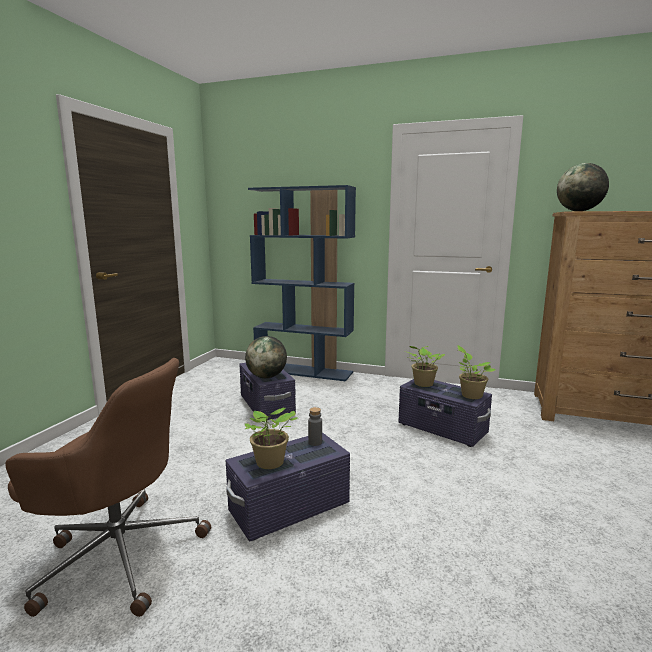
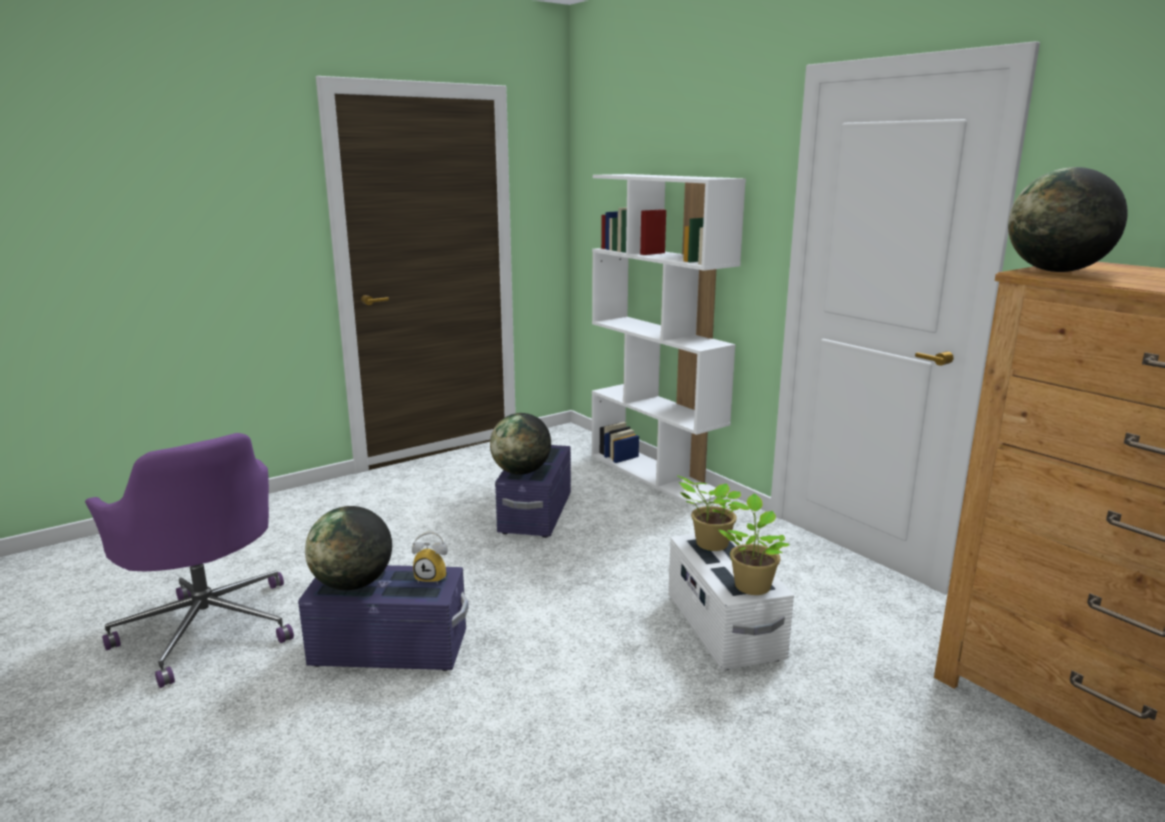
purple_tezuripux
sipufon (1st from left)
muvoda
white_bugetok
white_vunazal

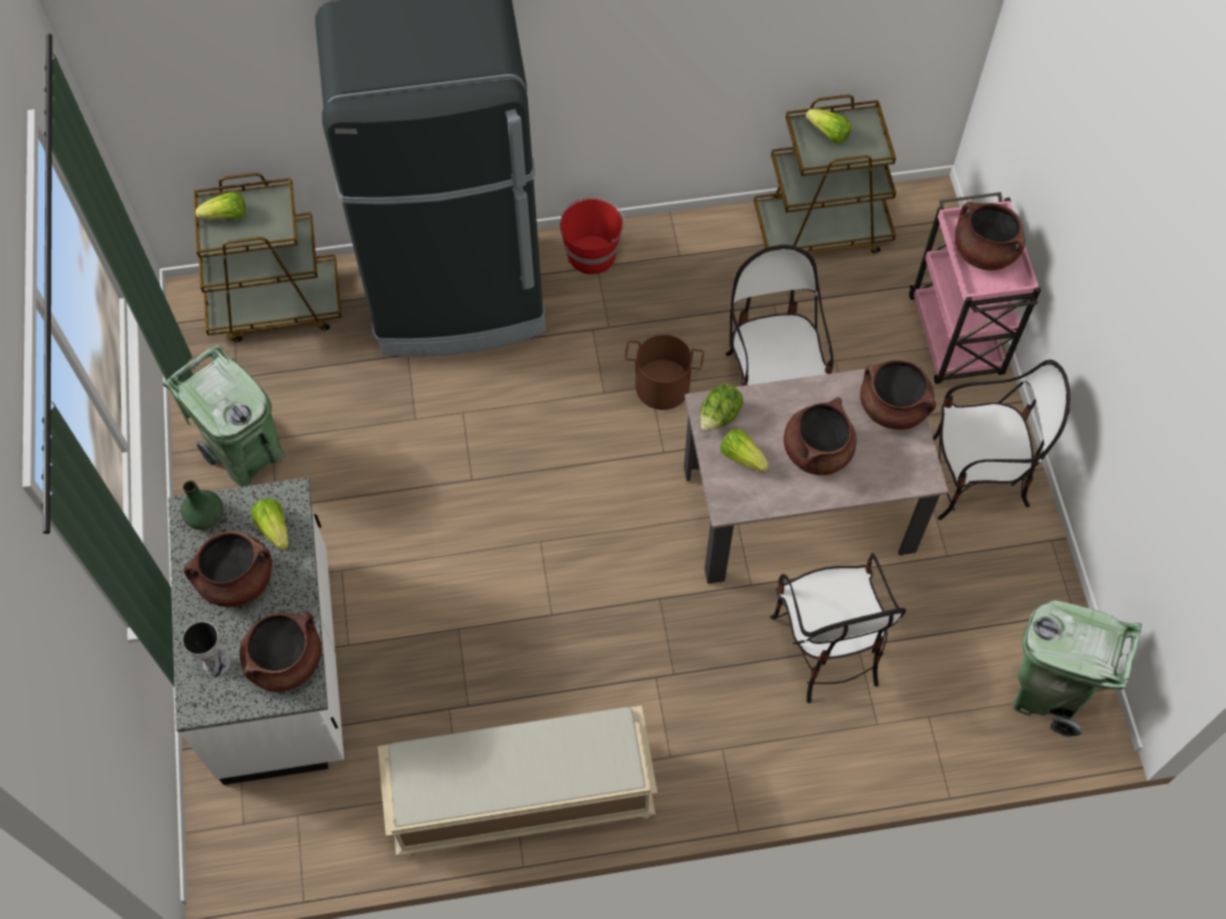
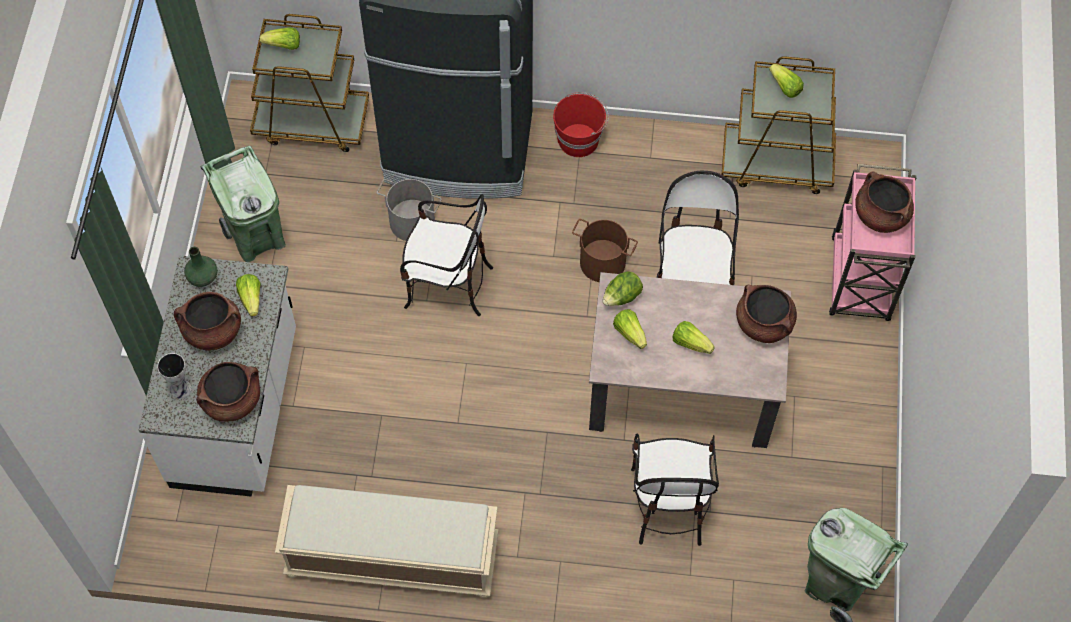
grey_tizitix
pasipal (1st from left)
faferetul (5th from left)

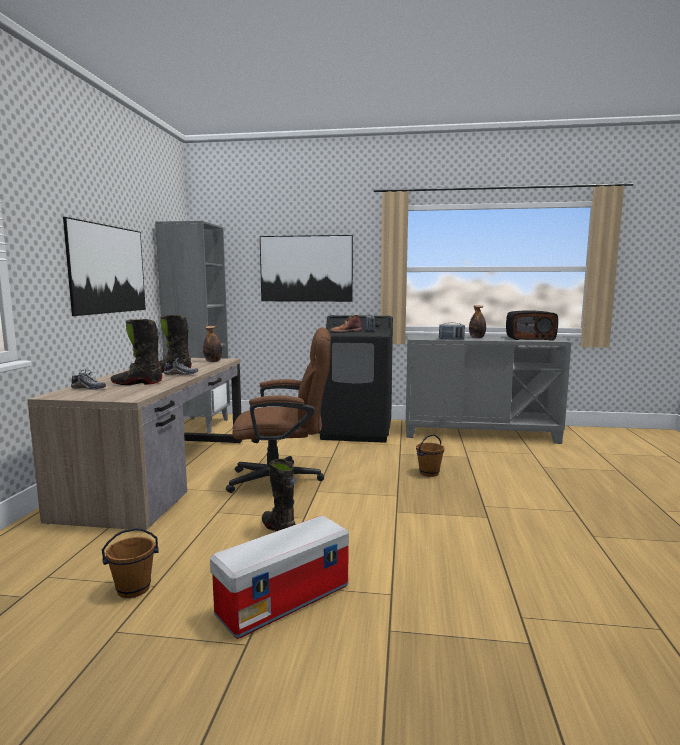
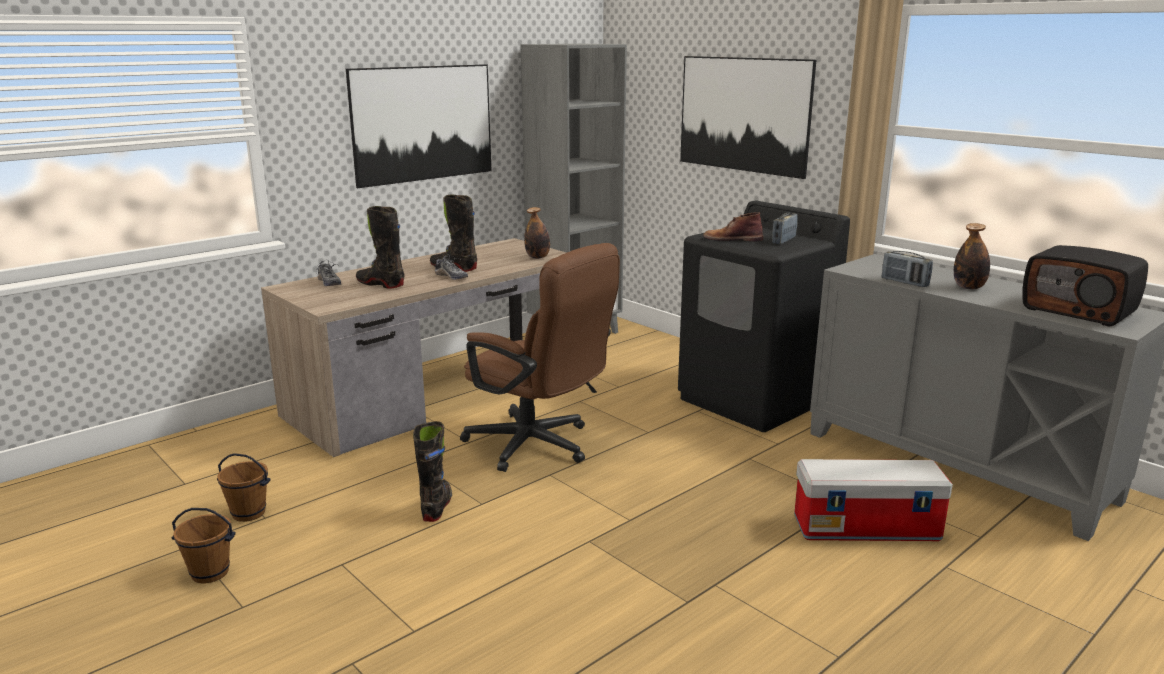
brown_tizitix (1st from left)
vunazal

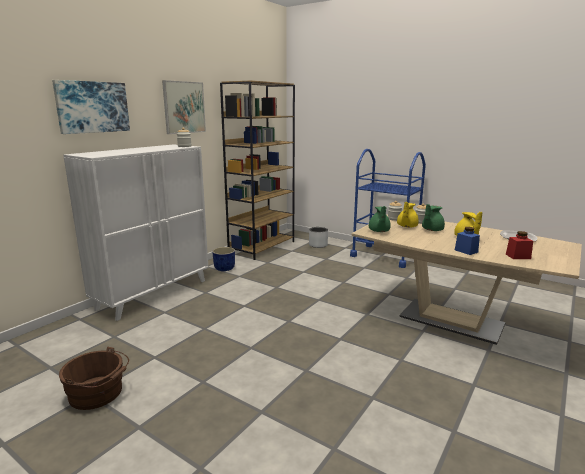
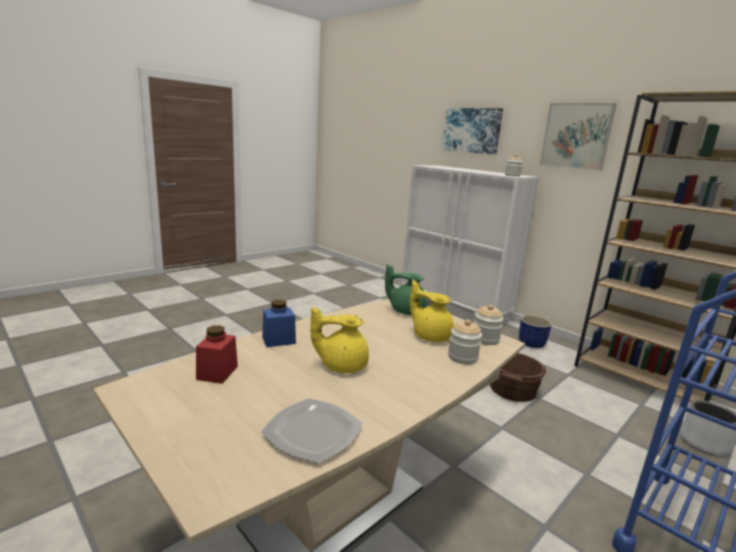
brown_tizitix
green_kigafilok (2nd from left in the first image)

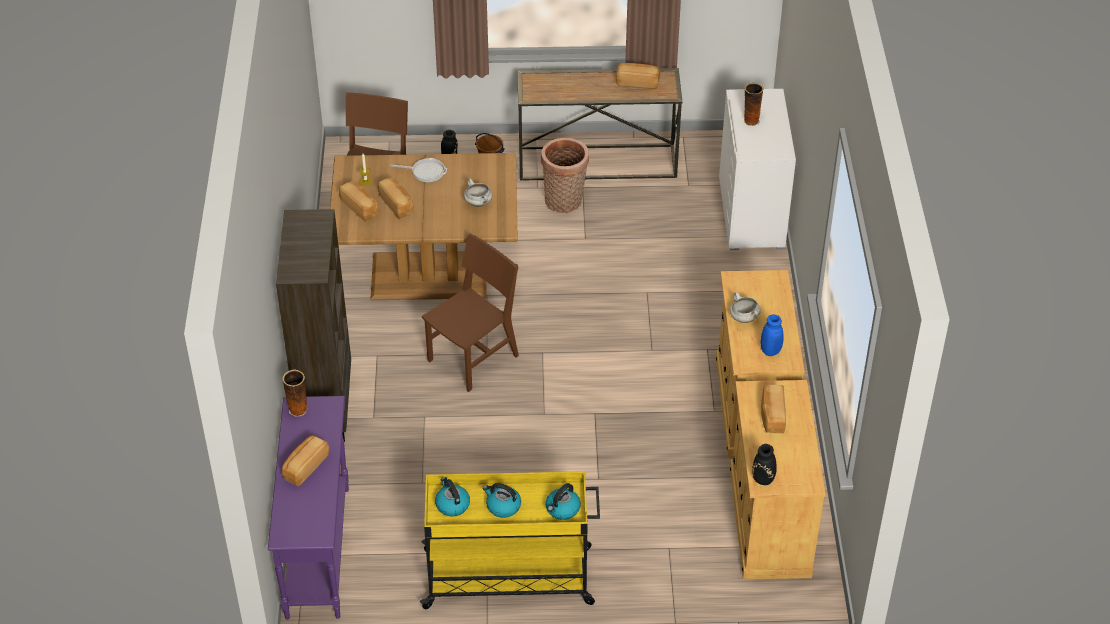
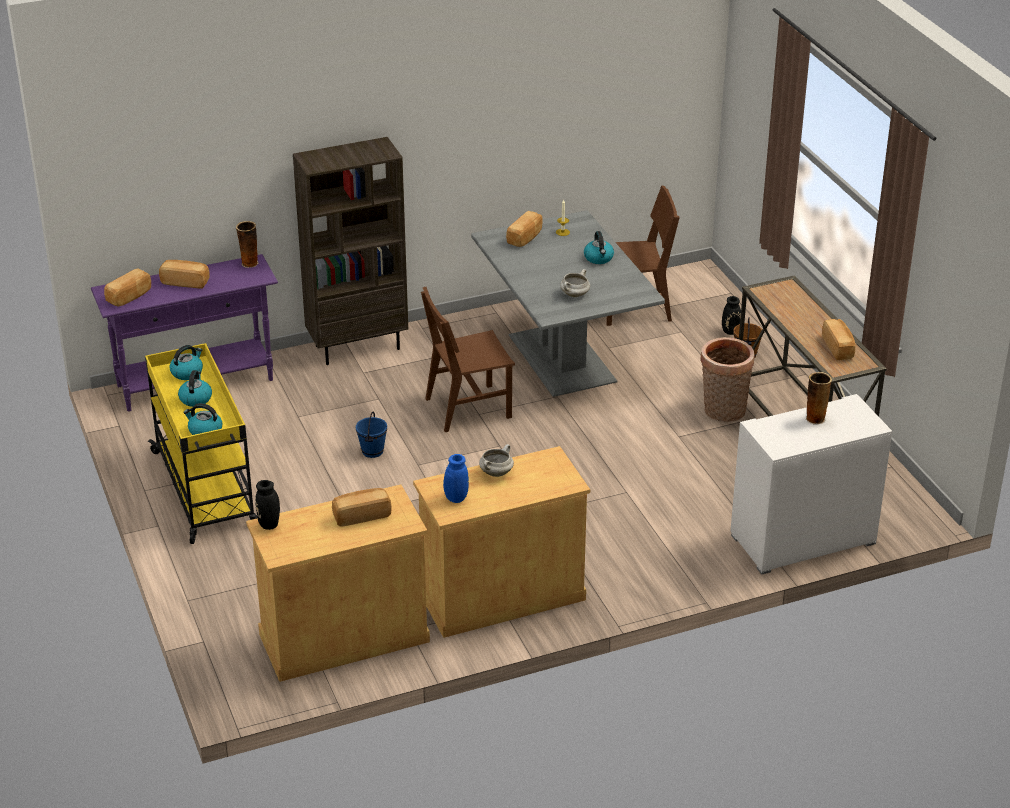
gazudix (1st from left)
blue_tizitix
brown_pasipal (1st from left)
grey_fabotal
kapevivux (4th from left)

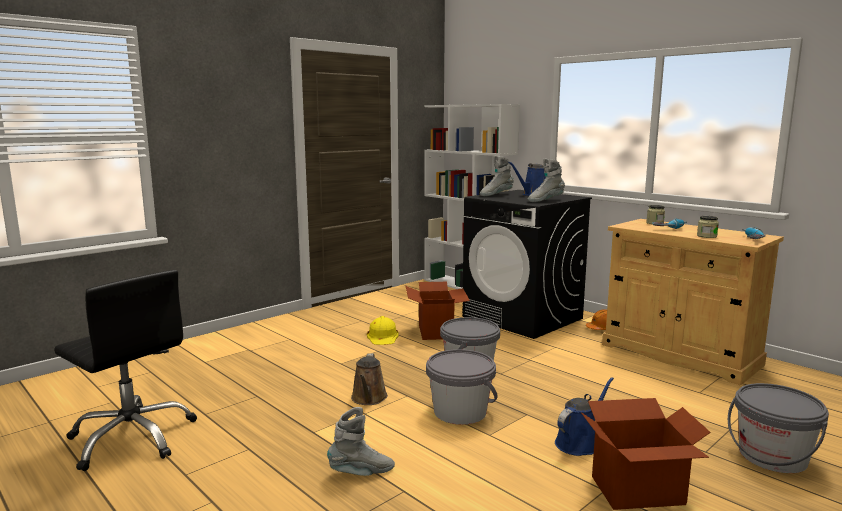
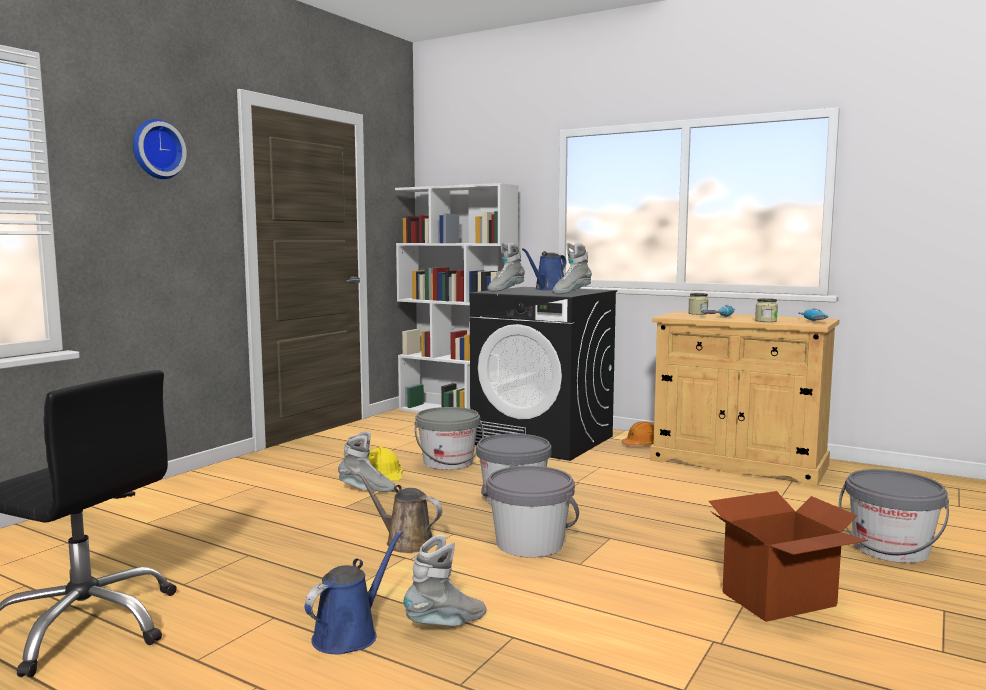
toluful
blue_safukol (1st from left)
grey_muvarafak (1st from left)
brown_safukol
grey_tizitix (1st from left)

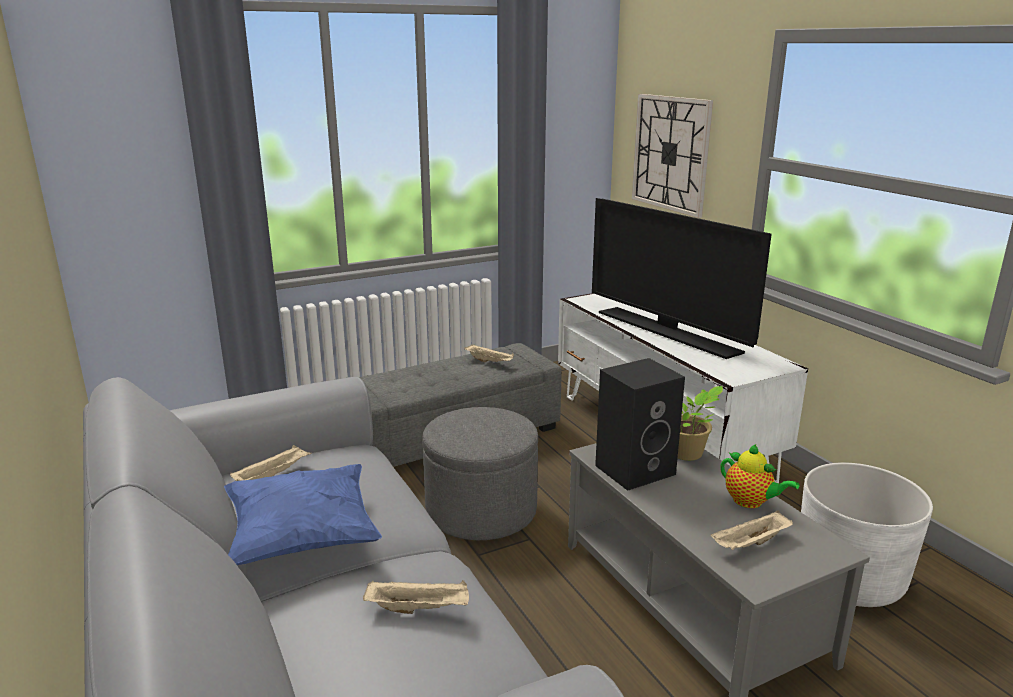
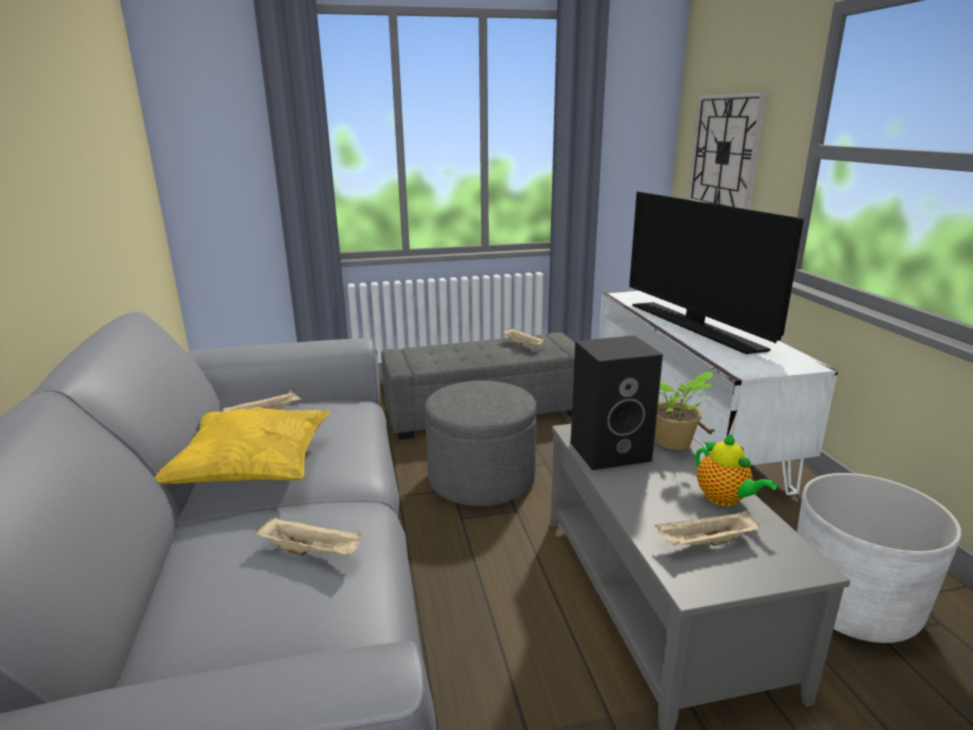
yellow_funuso

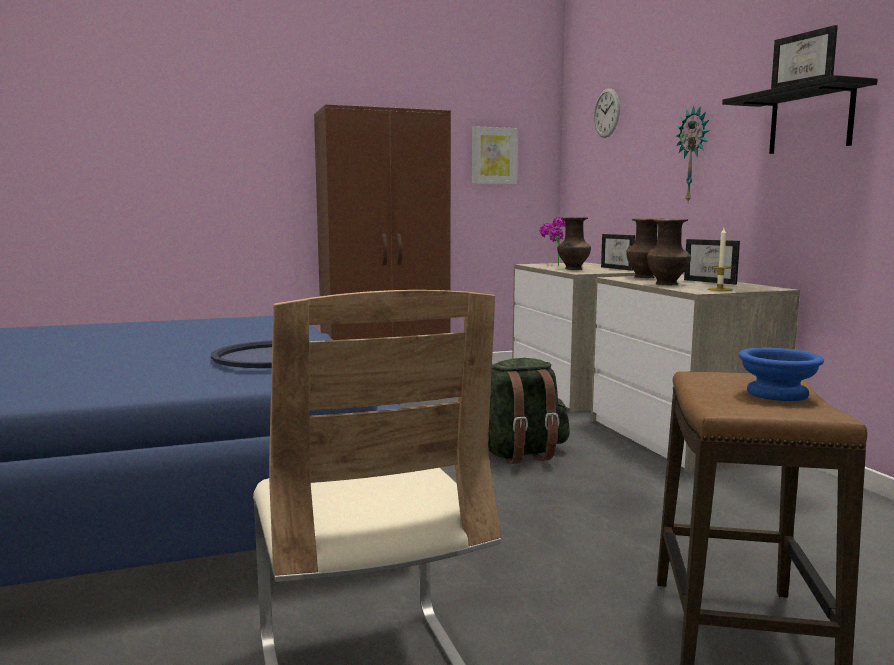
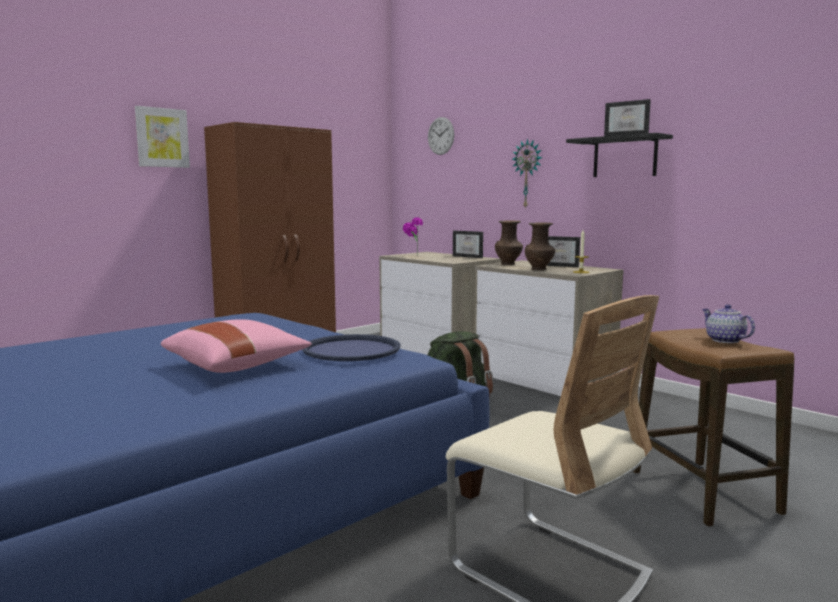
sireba
pink_funuso
kigafilok
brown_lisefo (1st from left in the first image)

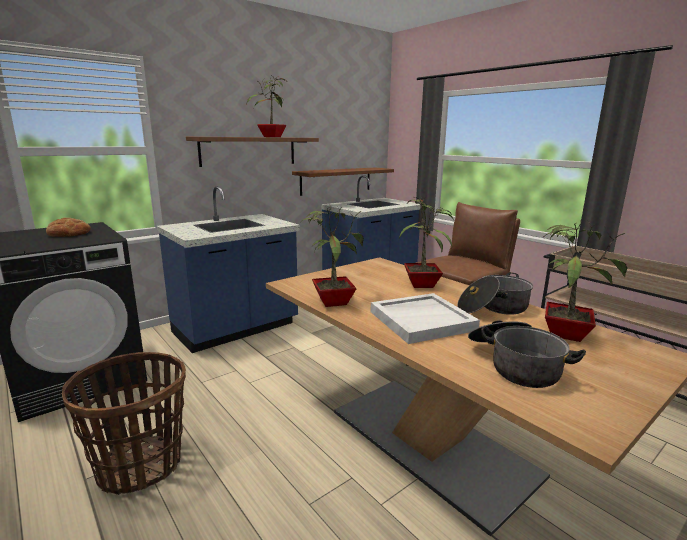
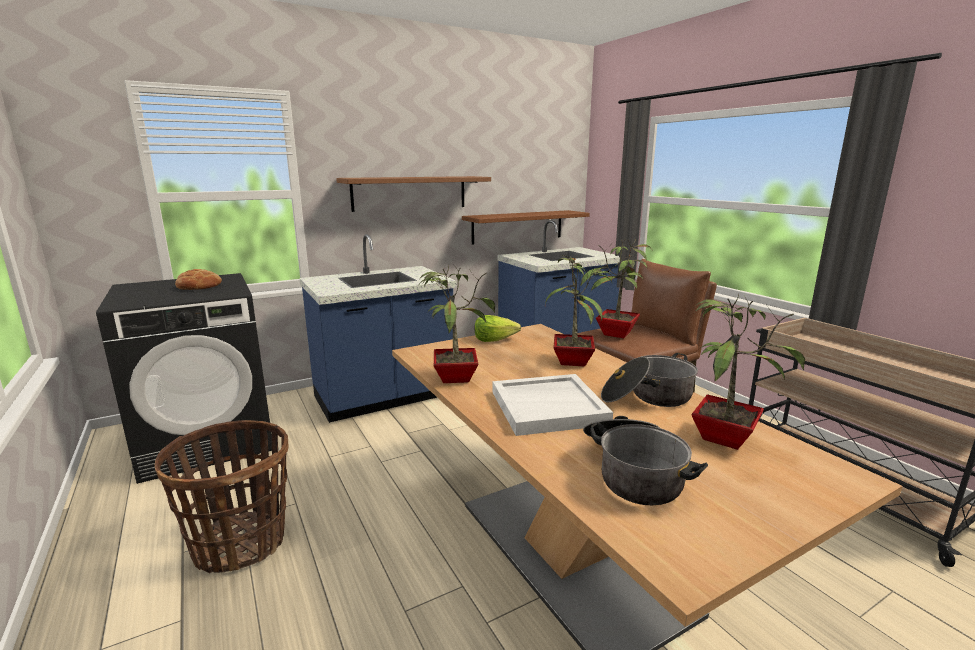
faferetul
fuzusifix (3rd from left)

